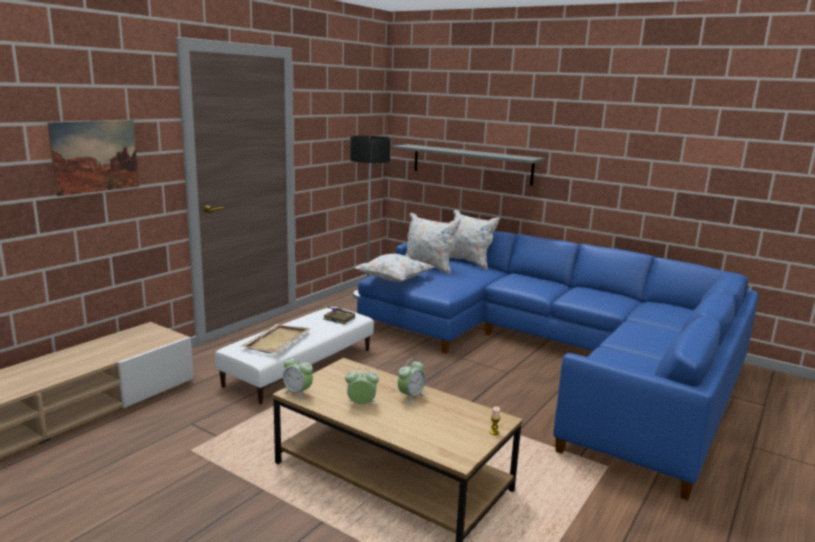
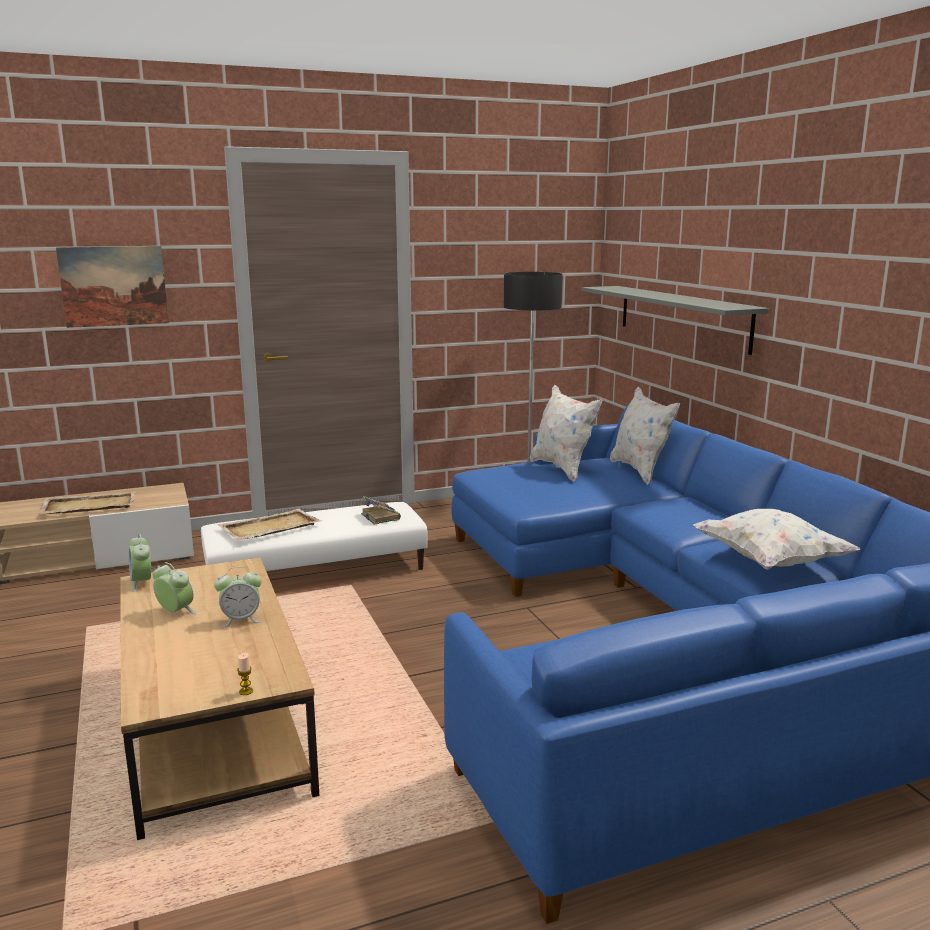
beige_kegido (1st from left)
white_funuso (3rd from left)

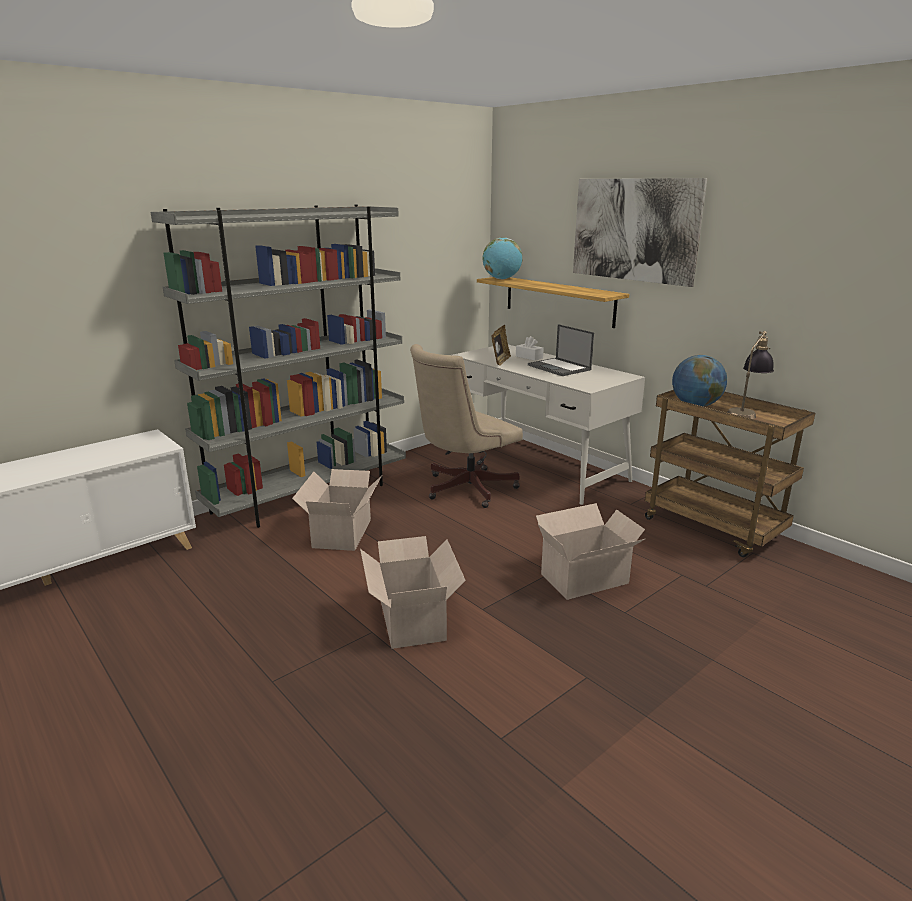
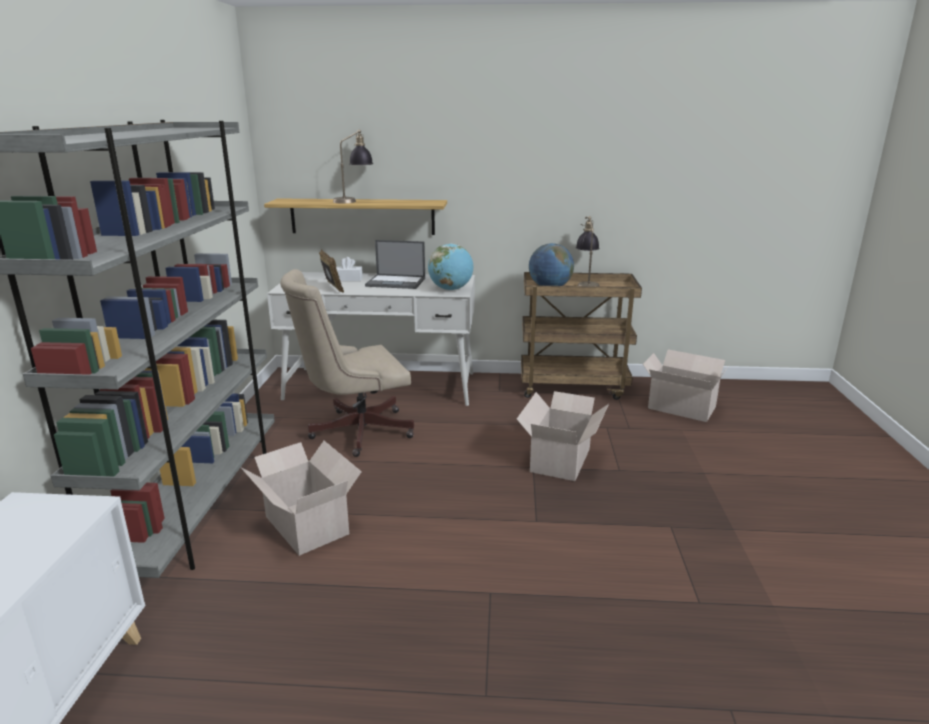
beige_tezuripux
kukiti (1st from left)
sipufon (1st from left)
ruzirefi (3rd from left)
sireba

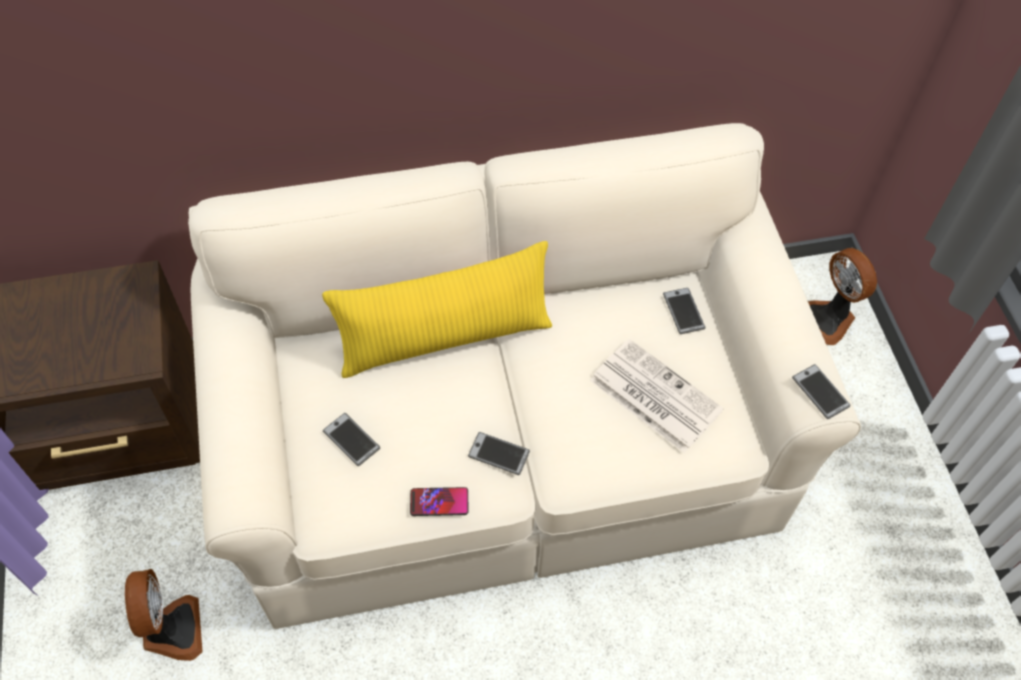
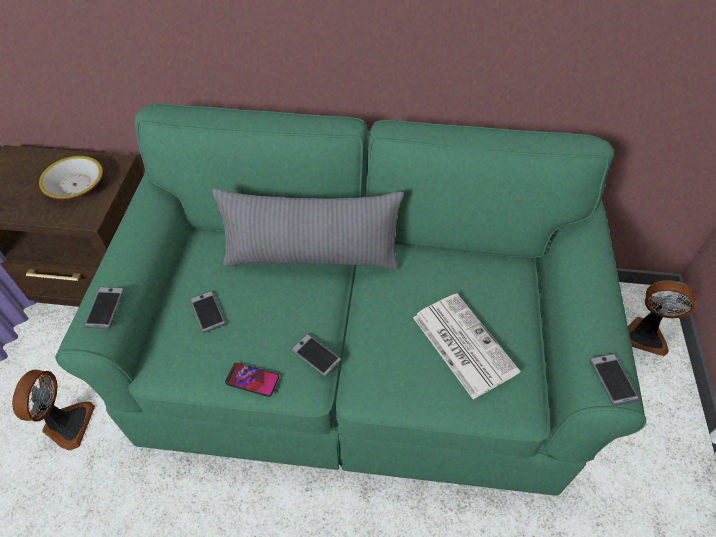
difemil
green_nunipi
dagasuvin (1st from left)
grey_funuso
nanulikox (2nd from left)

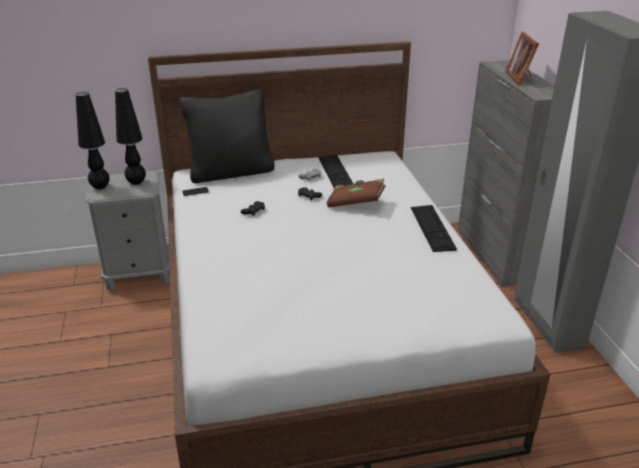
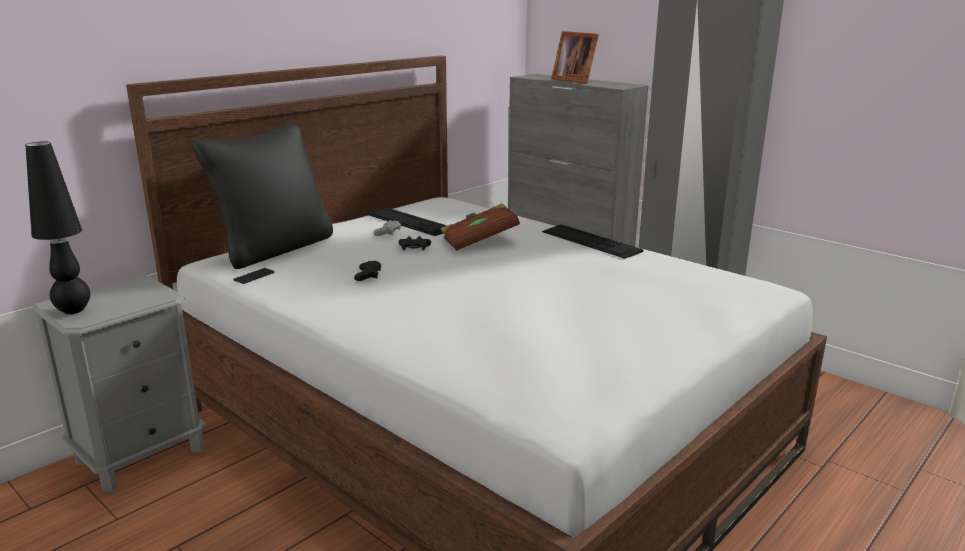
black_kukiti (2nd from left in the first image)

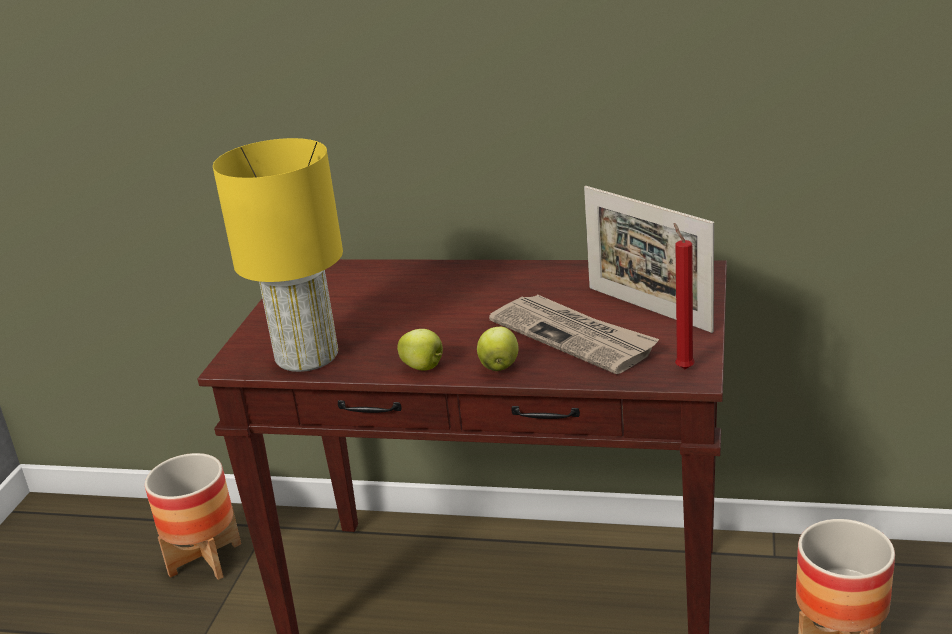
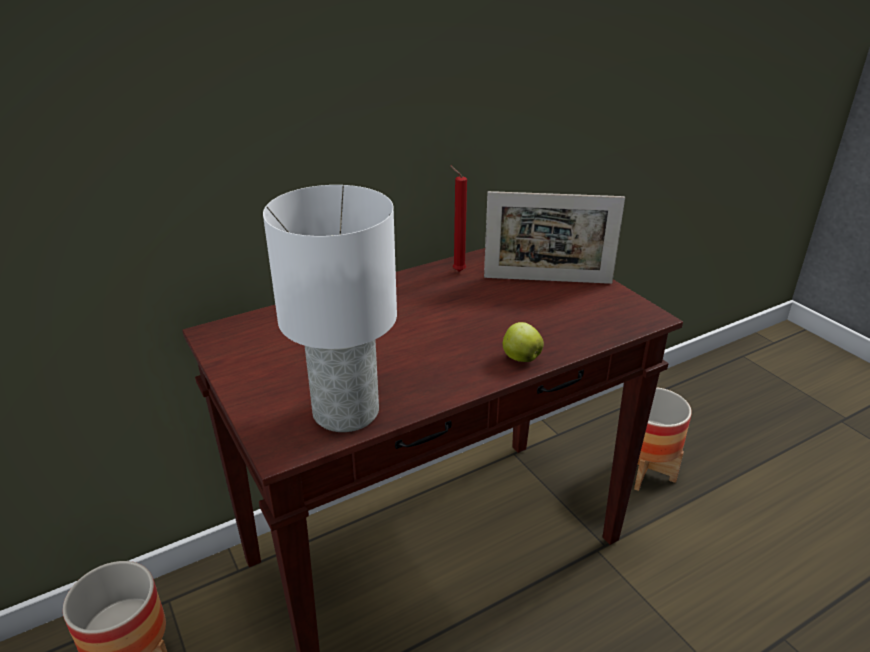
white_kukiti
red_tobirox
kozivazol (1st from left in the first image)
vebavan

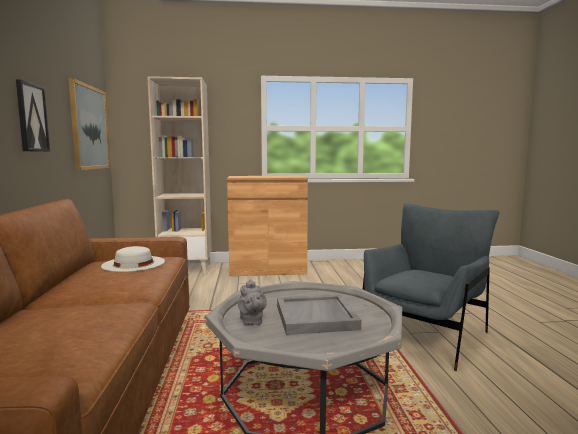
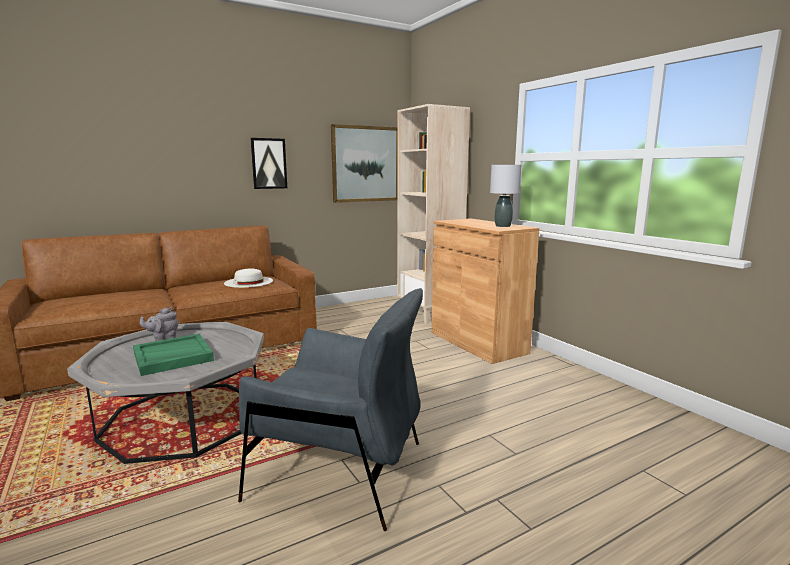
green_kegido
grey_kukiti

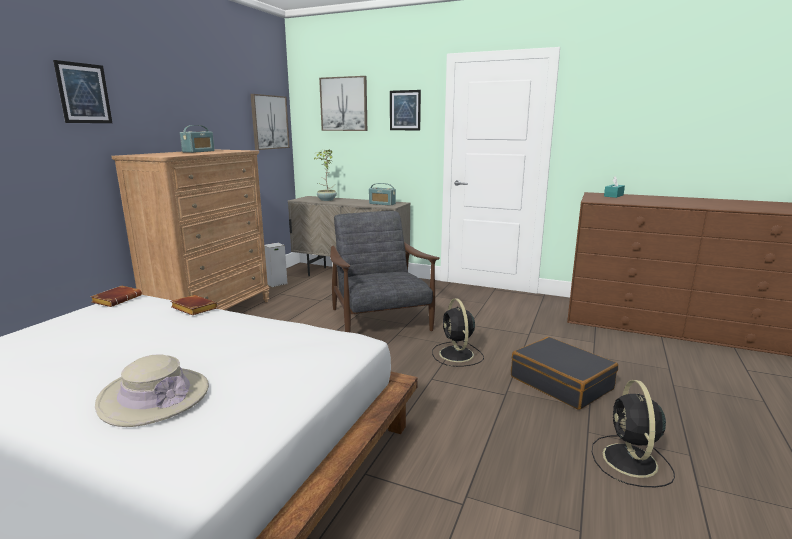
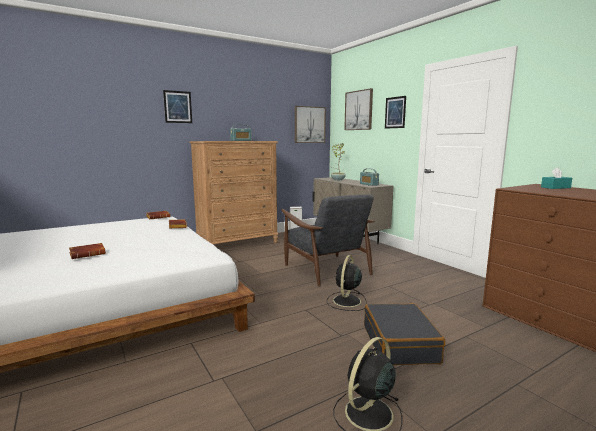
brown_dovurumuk (1st from left)
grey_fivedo

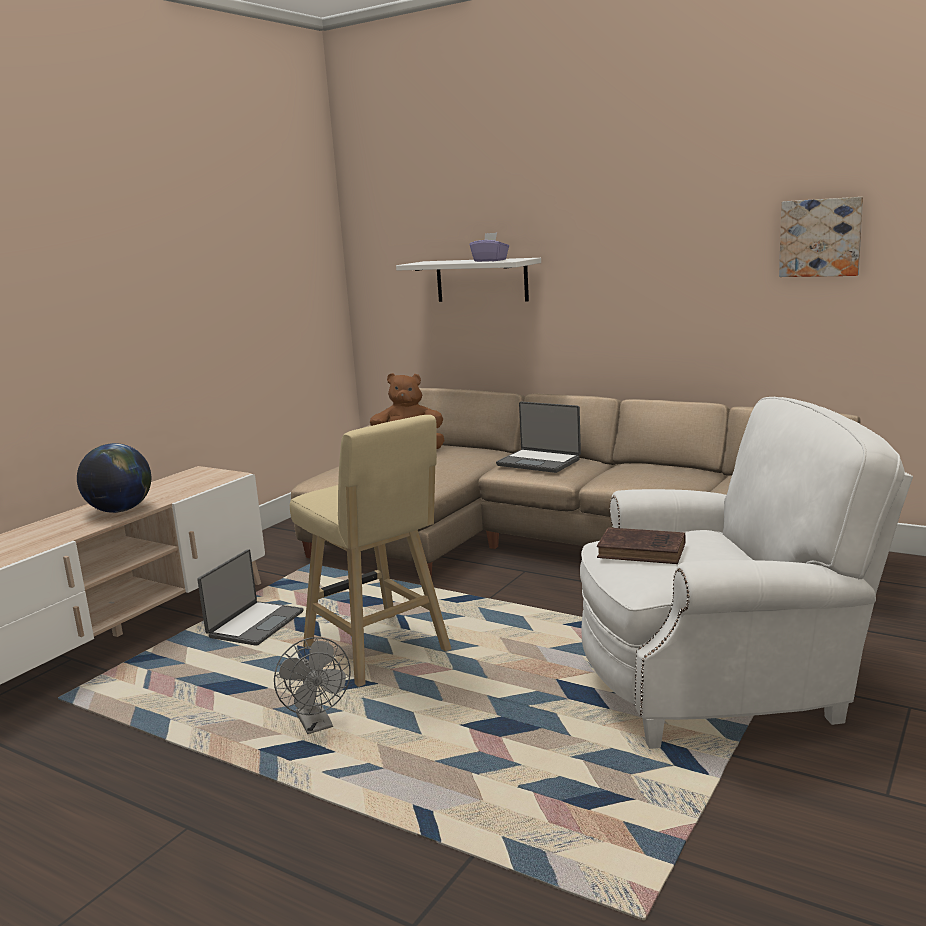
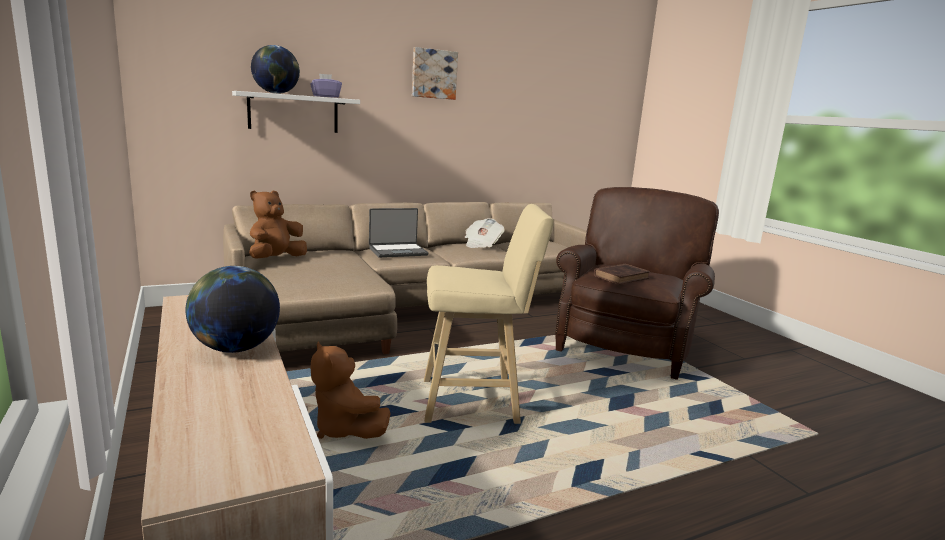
sipufon (2nd from left)
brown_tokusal (2nd from left)
sireba
vebavan
brown_fivedo
grey_nanulikox

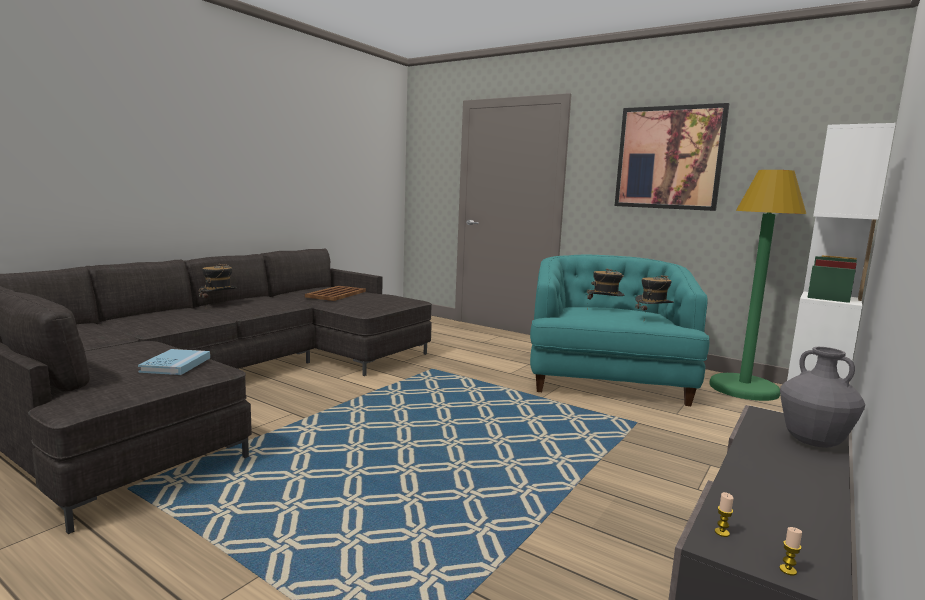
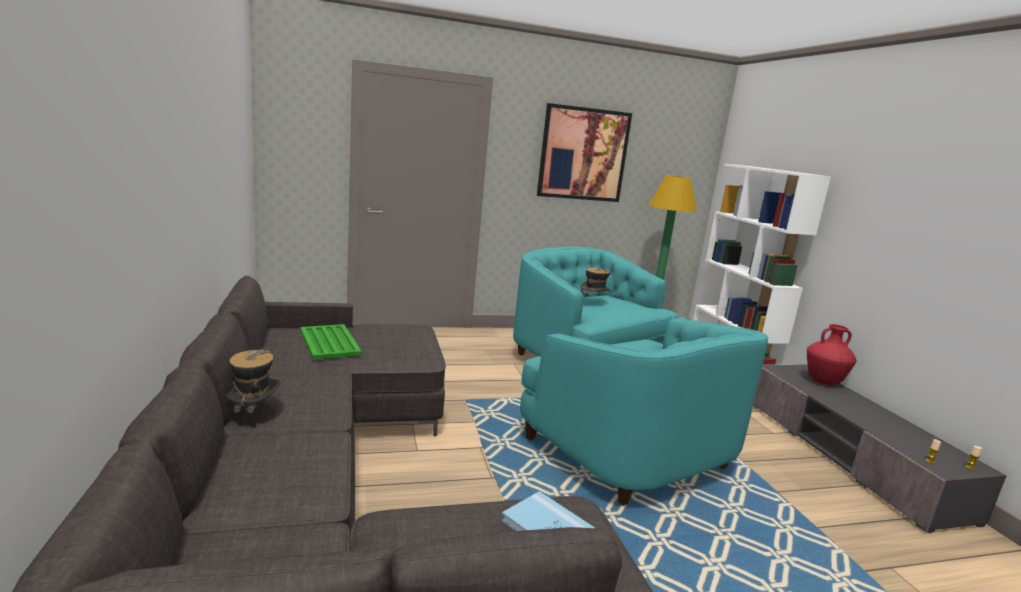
green_kegido
turquoise_fivedo (2nd from left)
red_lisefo
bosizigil (3rd from left in the first image)

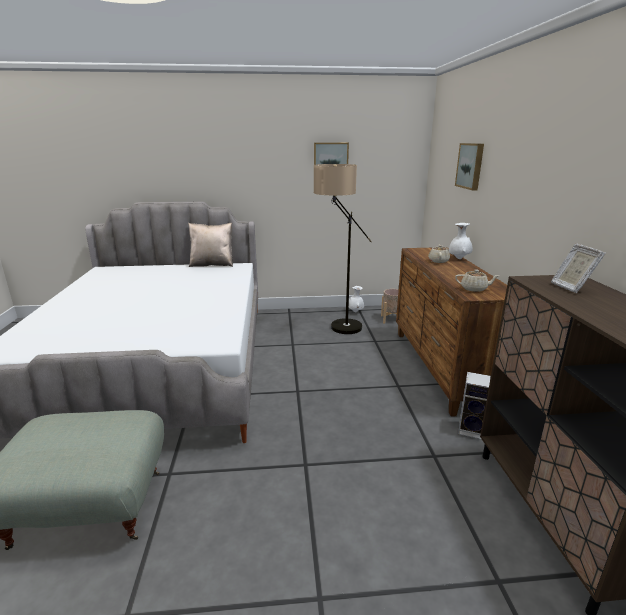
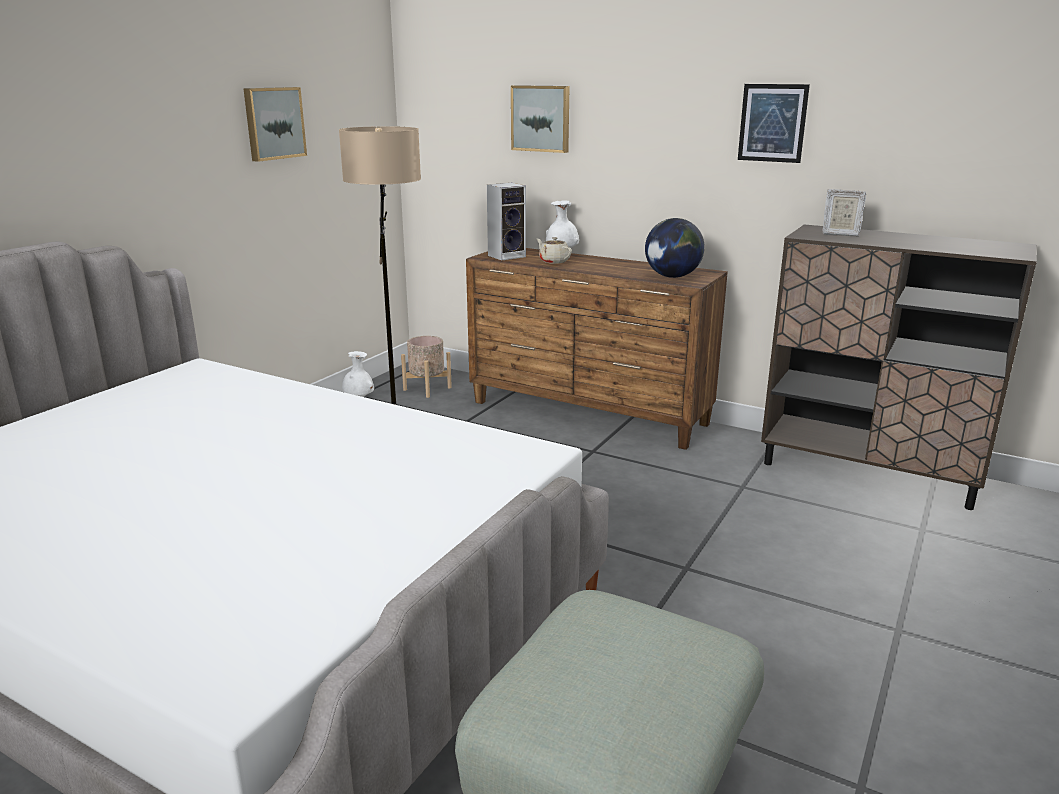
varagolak
sipufon
sireba (3rd from left)
beige_funuso

